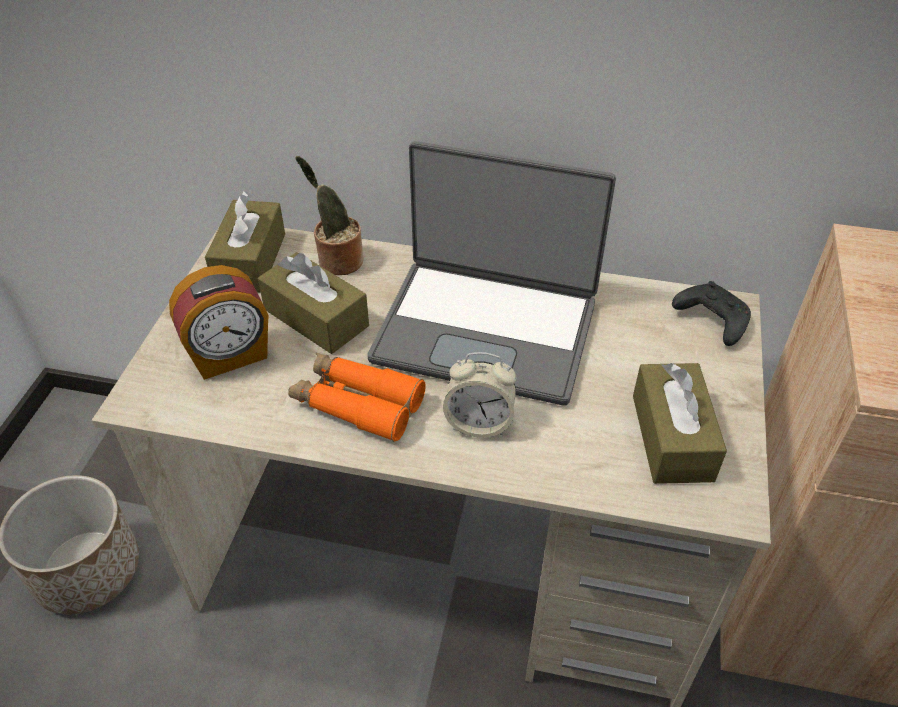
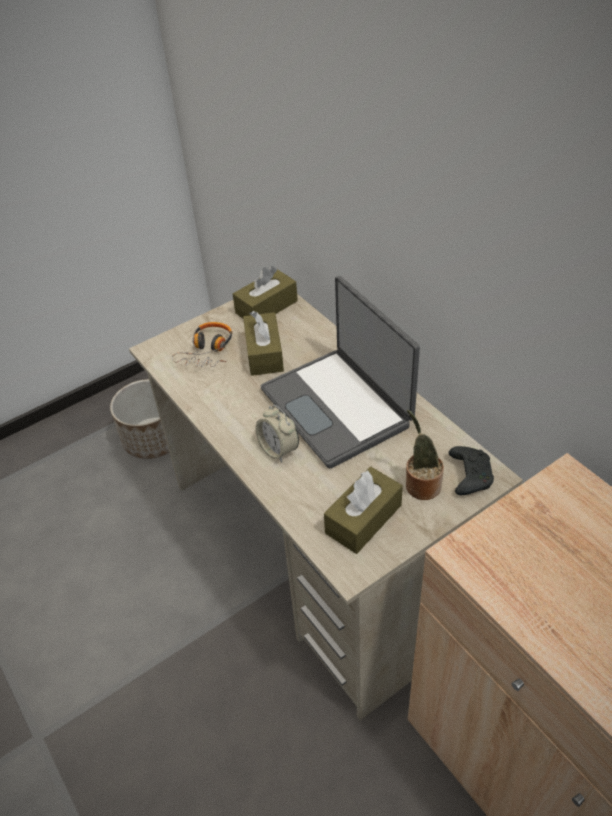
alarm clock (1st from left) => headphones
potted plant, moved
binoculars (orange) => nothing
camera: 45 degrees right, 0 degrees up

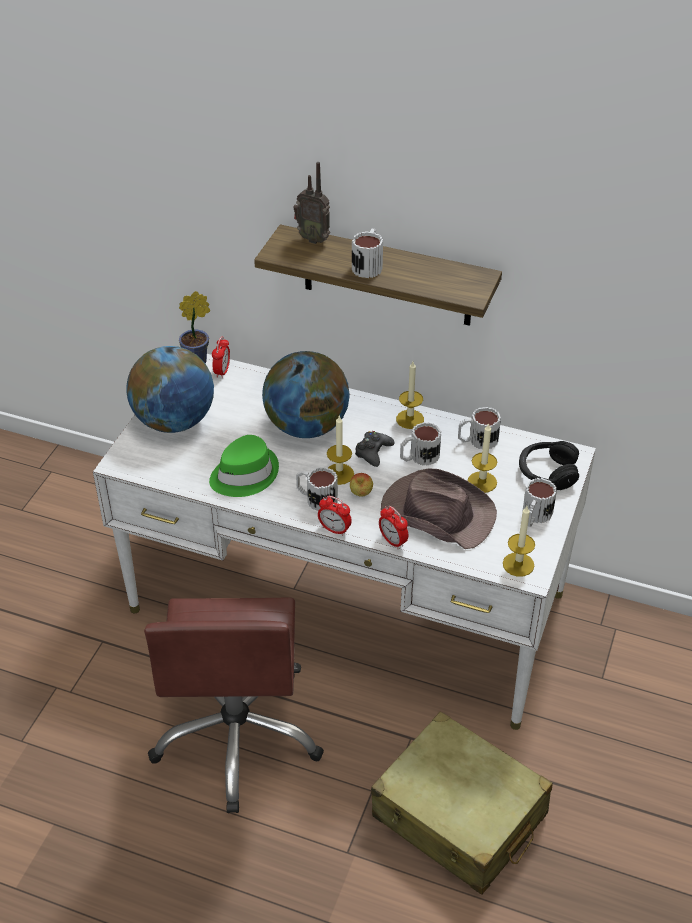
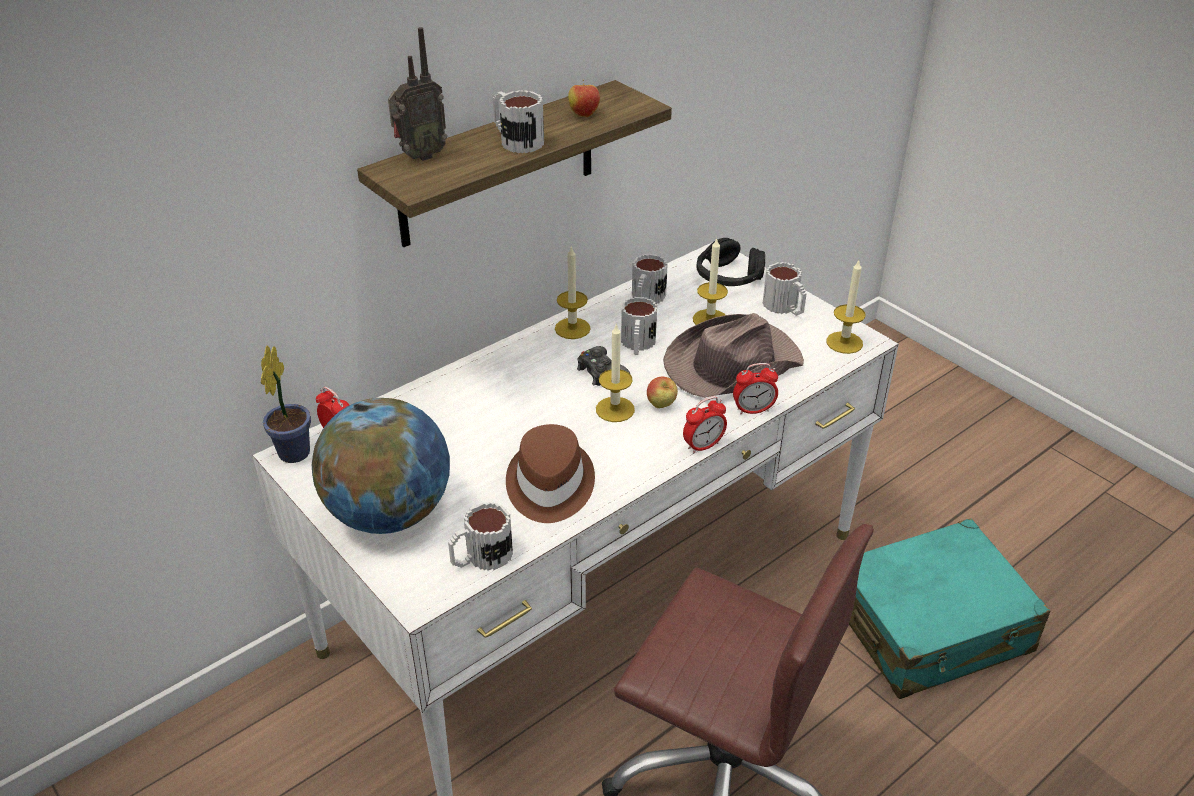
mug (1st from left), moved
hat (green) => hat (brown) (1st from left)
nothing => apple (1st from left)
suitcase (beige) => suitcase (turquoise)
globe (2nd from left) => nothing
camera: 60 degrees left, 5 degrees down

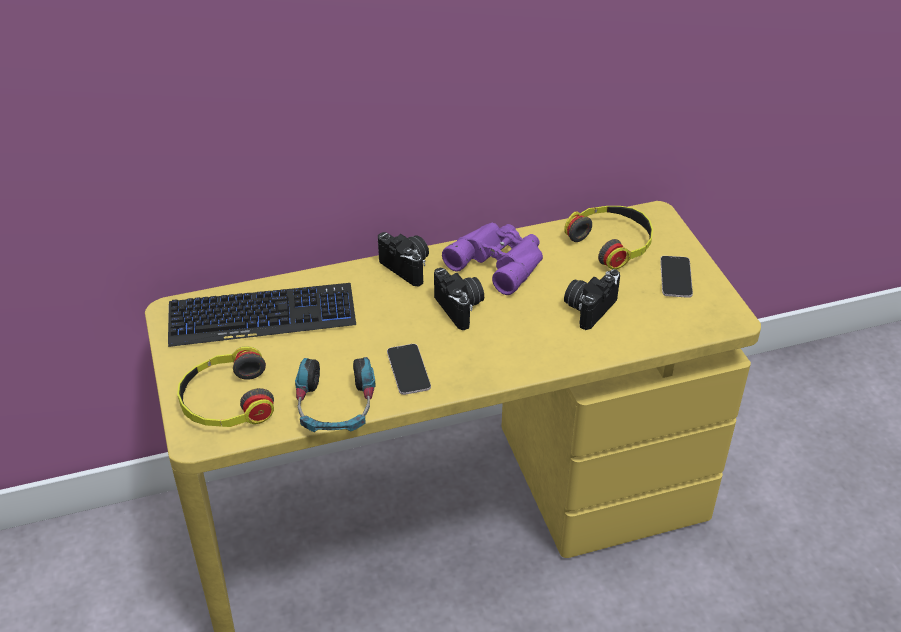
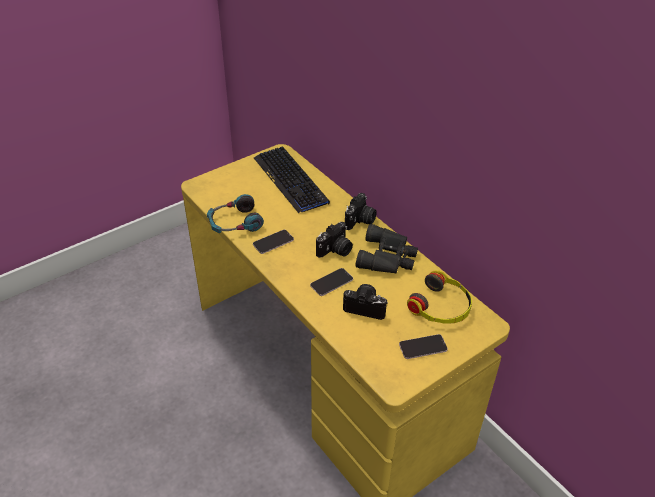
nothing => phone (2nd from left)
binoculars (purple) => binoculars (black)
headphones (1st from left) => nothing
camera: 70 degrees right, 0 degrees up

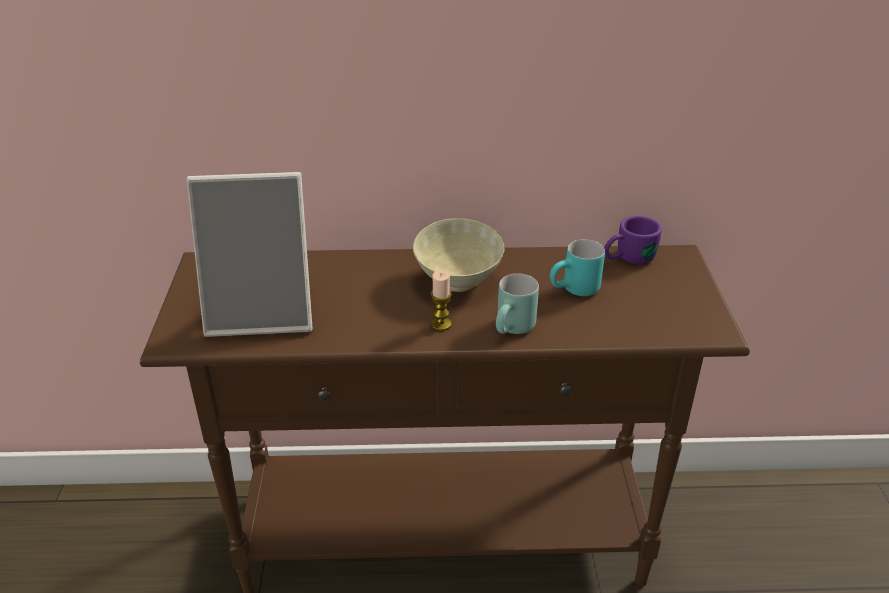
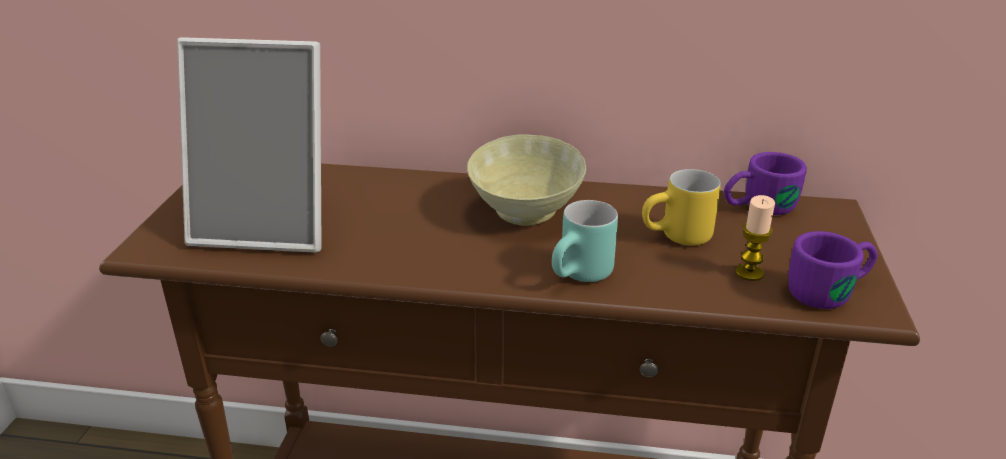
mug (turquoise) (2nd from left) => mug (yellow)
candle, moved
nothing => mug (purple) (2nd from left)
camera: 10 degrees right, 5 degrees down

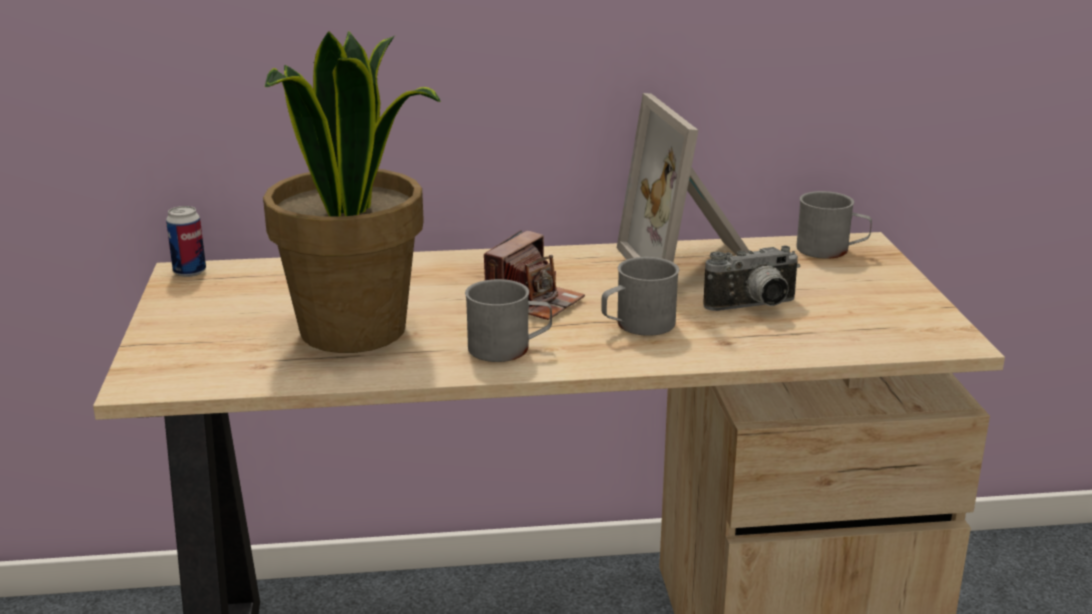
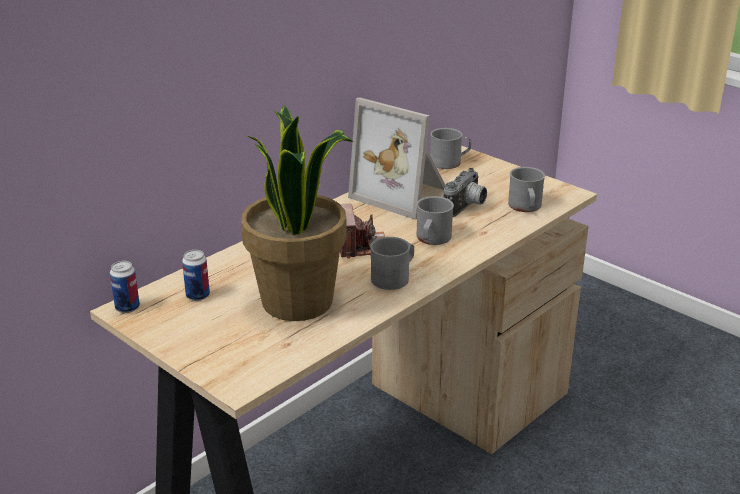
nothing => can (2nd from left)
nothing => mug (grey) (4th from left)
camera: 40 degrees left, 5 degrees up

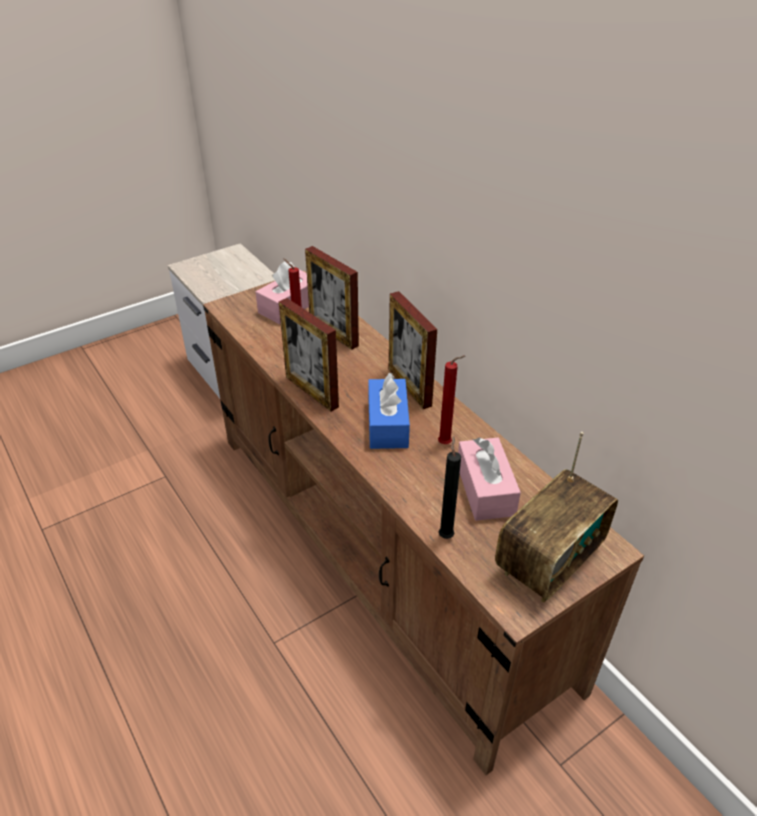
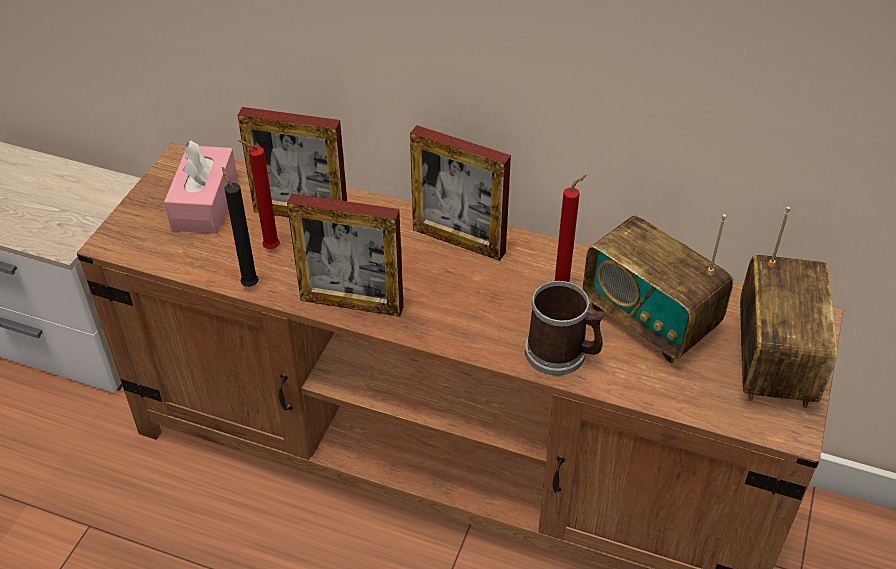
candle (black), moved
nothing => mug
tissue box (pink) (2nd from left) => radio (1st from left)
tissue box (blue) => nothing
camera: 35 degrees left, 5 degrees up

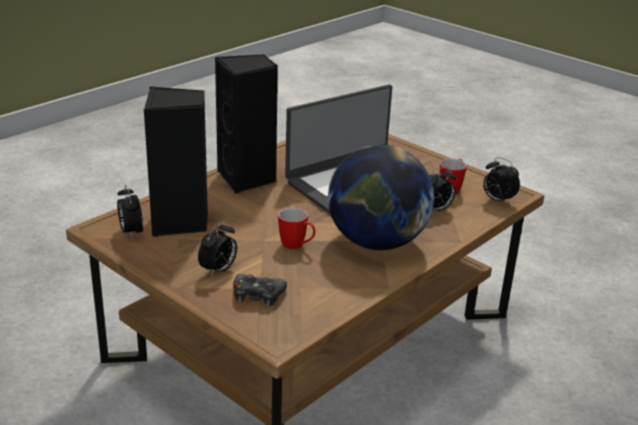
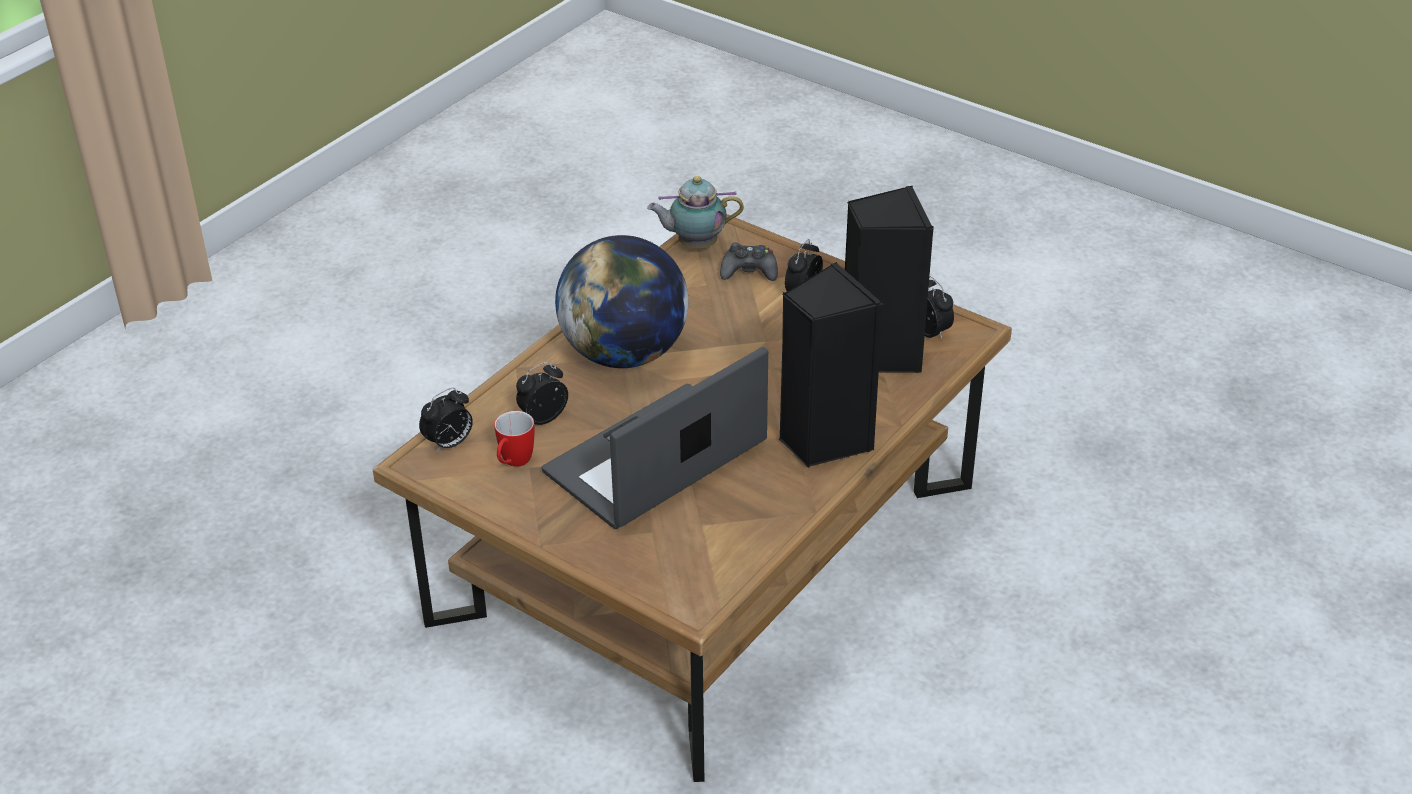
alarm clock (4th from left in the first image) => alarm clock (1st from left), 105 degrees clockwise
nothing => teapot
mug (1st from left) => nothing
camera: 175 degrees right, 10 degrees up

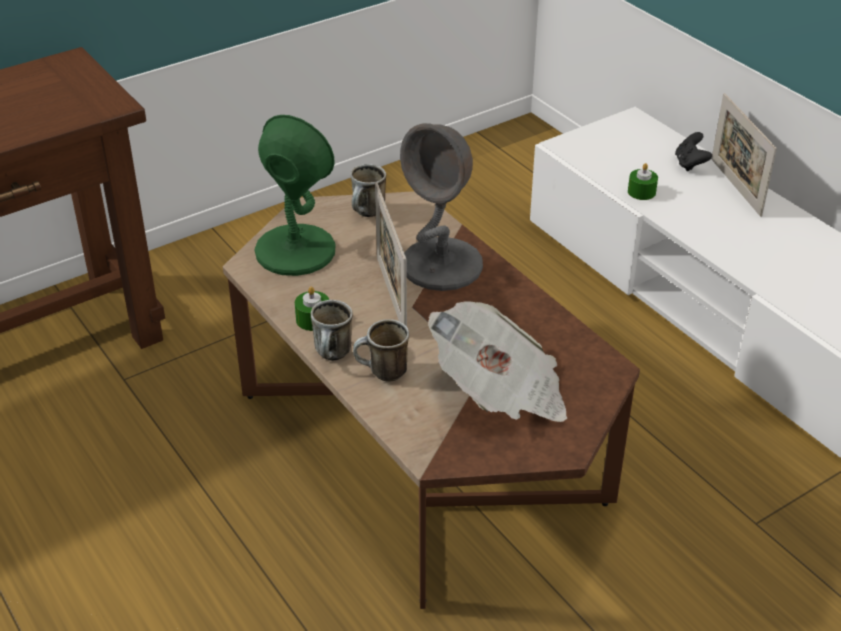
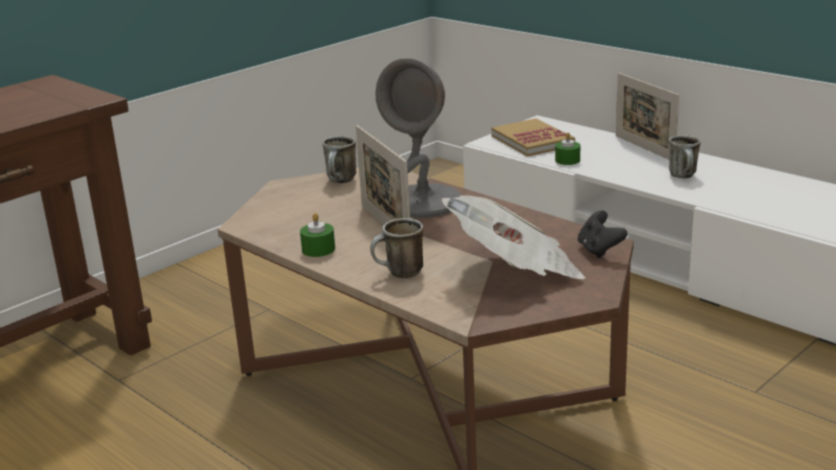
nothing => book
game controller (black), moved
mug (1st from left in the first image) => mug (3rd from left), moved
table lamp (green) => nothing
camera: 10 degrees left, 15 degrees down

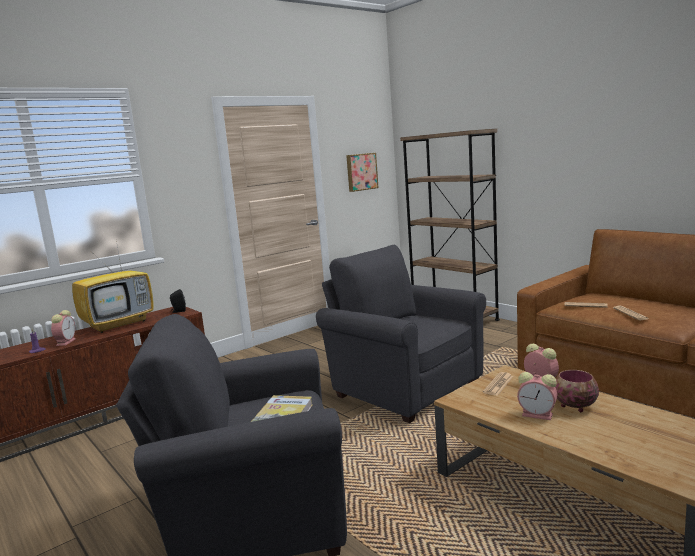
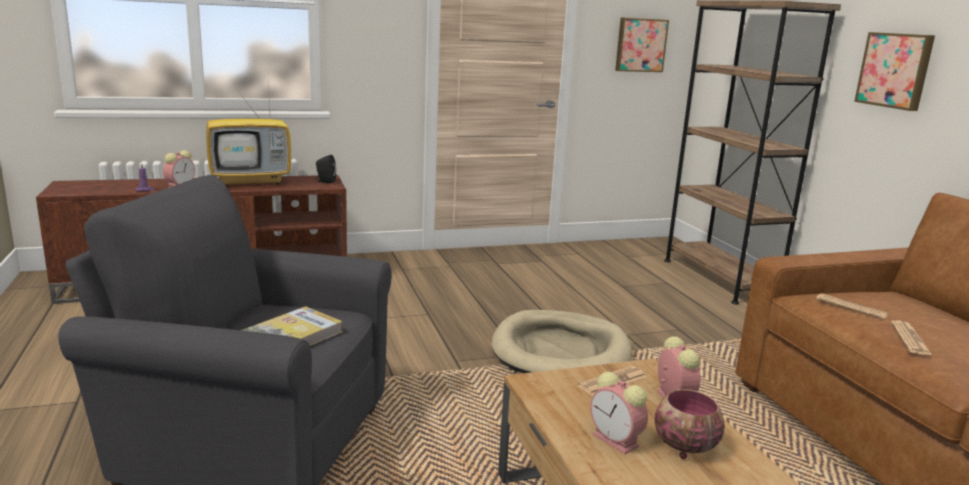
armchair (grey) (2nd from left) => dog bed (beige)
nothing => picture (2nd from left)
camera: 20 degrees right, 5 degrees up

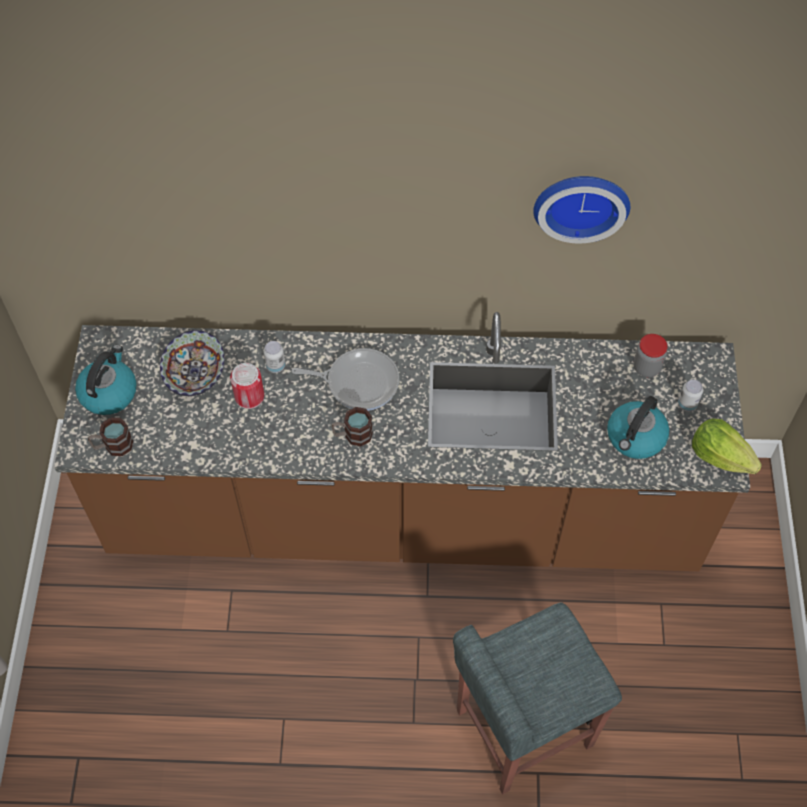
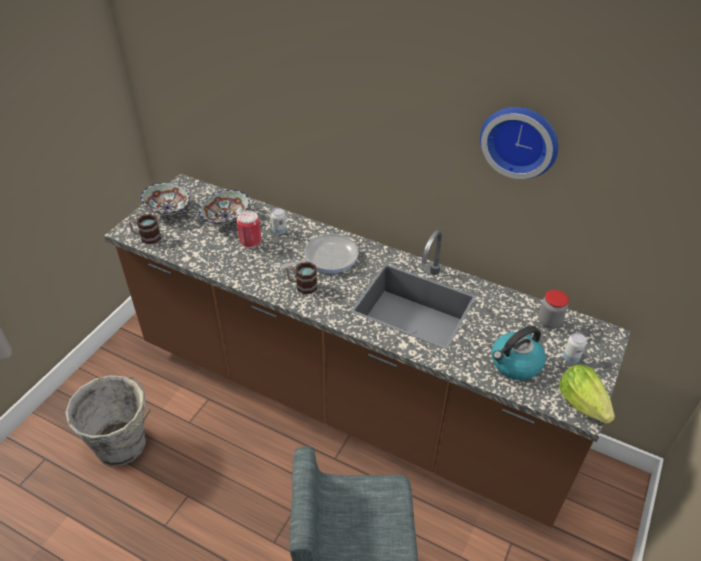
nothing => bucket (grey)
kettle (1st from left) => bowl (1st from left)
frying pan, 60 degrees counterclockwise
camera: 25 degrees right, 15 degrees down

